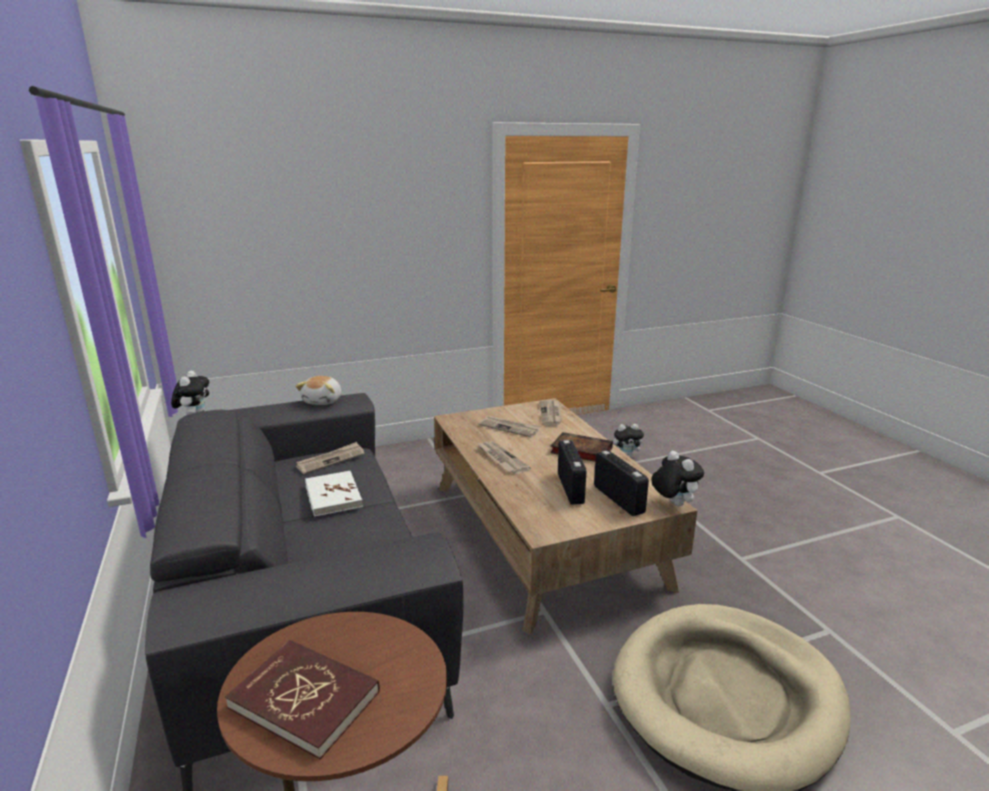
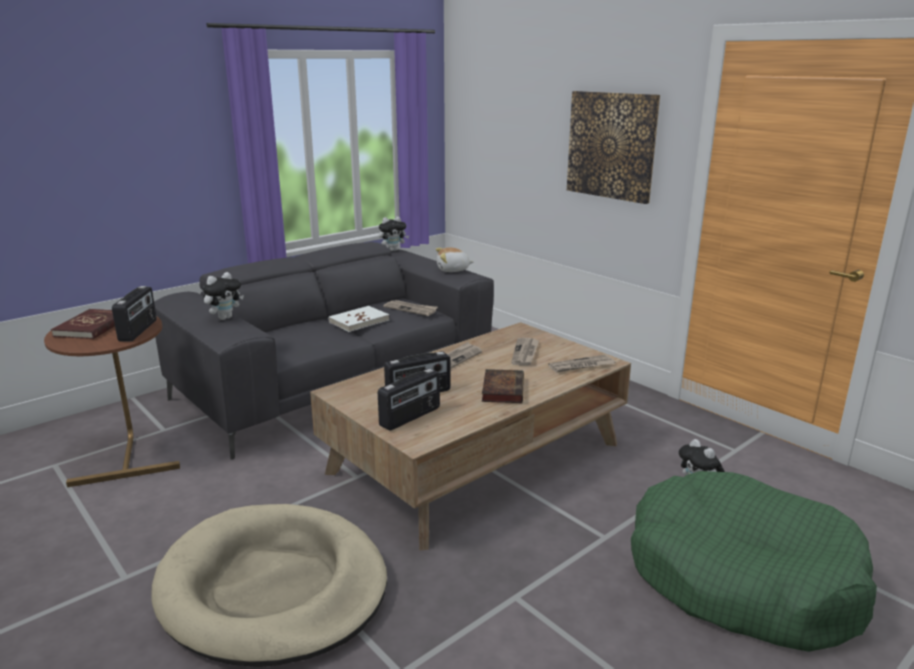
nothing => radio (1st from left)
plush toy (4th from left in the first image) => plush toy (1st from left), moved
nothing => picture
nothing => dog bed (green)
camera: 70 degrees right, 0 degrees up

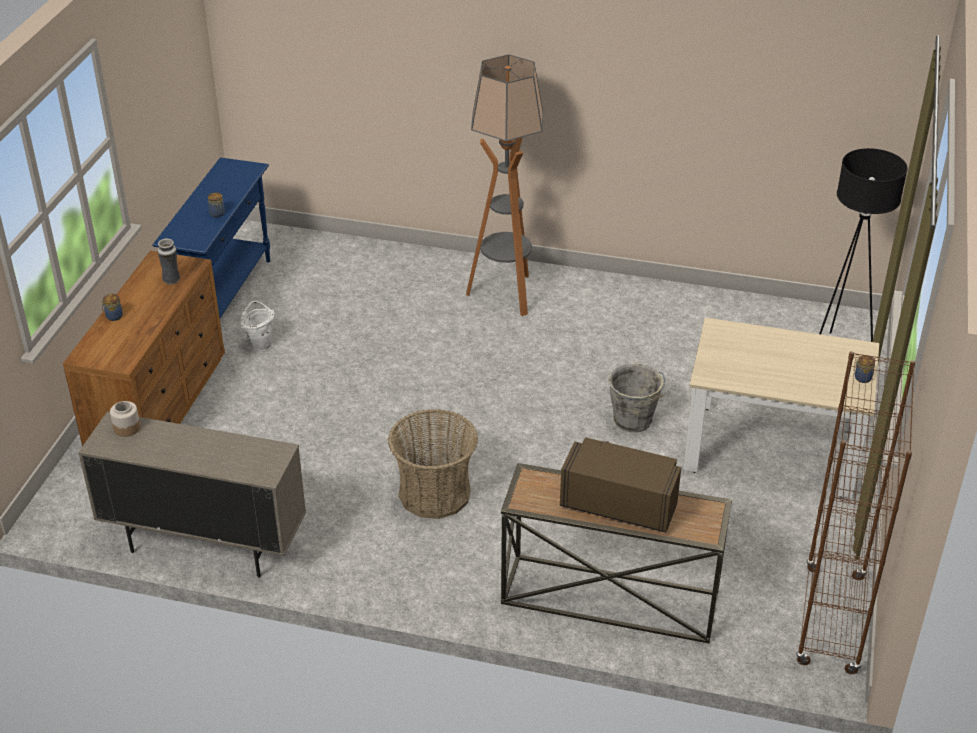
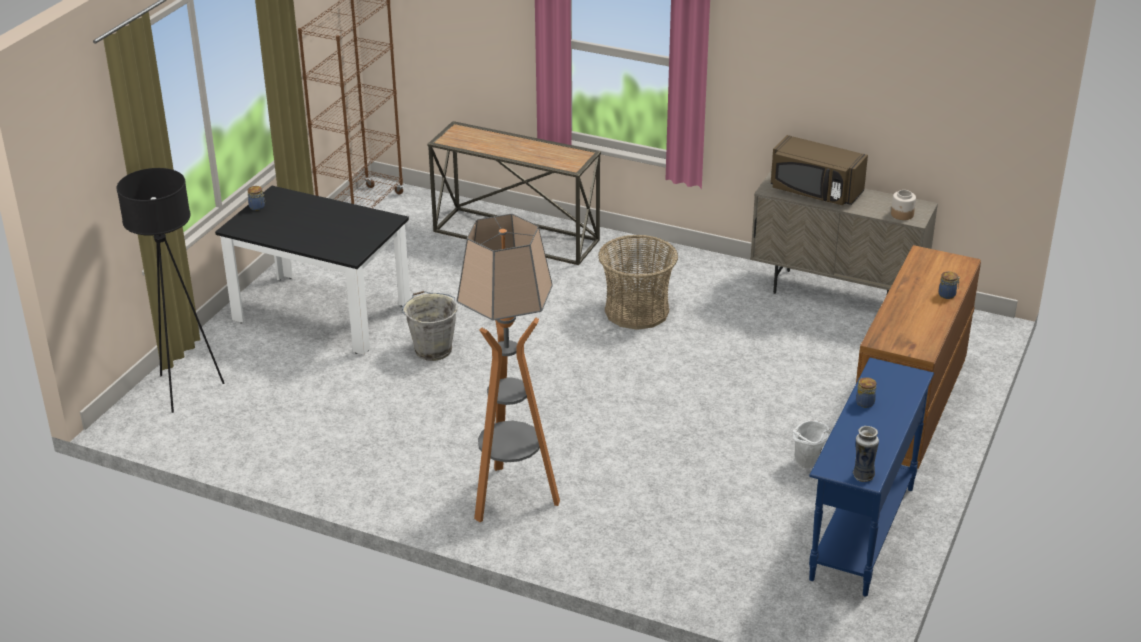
dining table (beige) => dining table (black)
microwave (brown), moved
vase, moved
camera: 170 degrees left, 5 degrees down

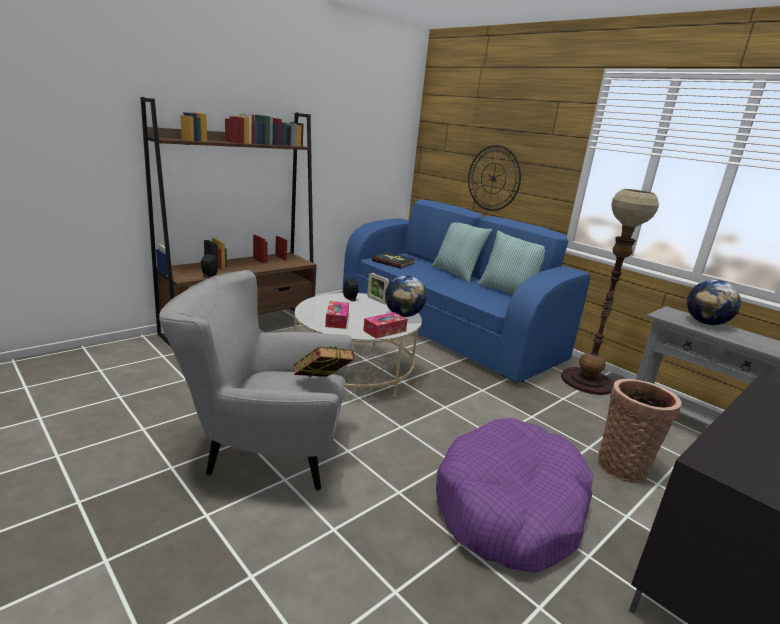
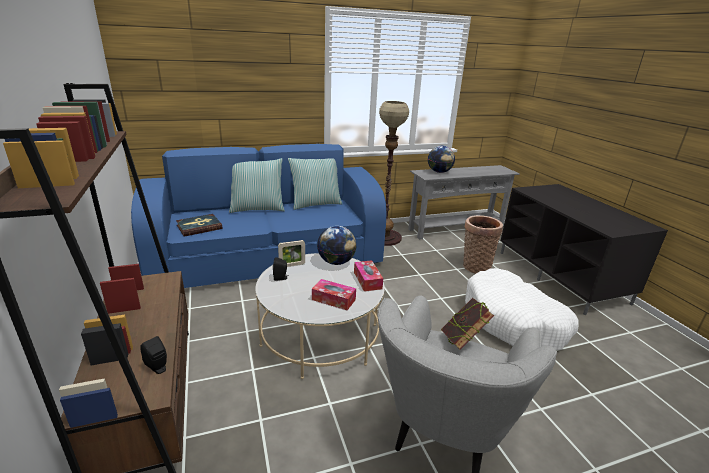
dog bed (purple) => dog bed (white)
wall clock => nothing
camera: 65 degrees left, 5 degrees up

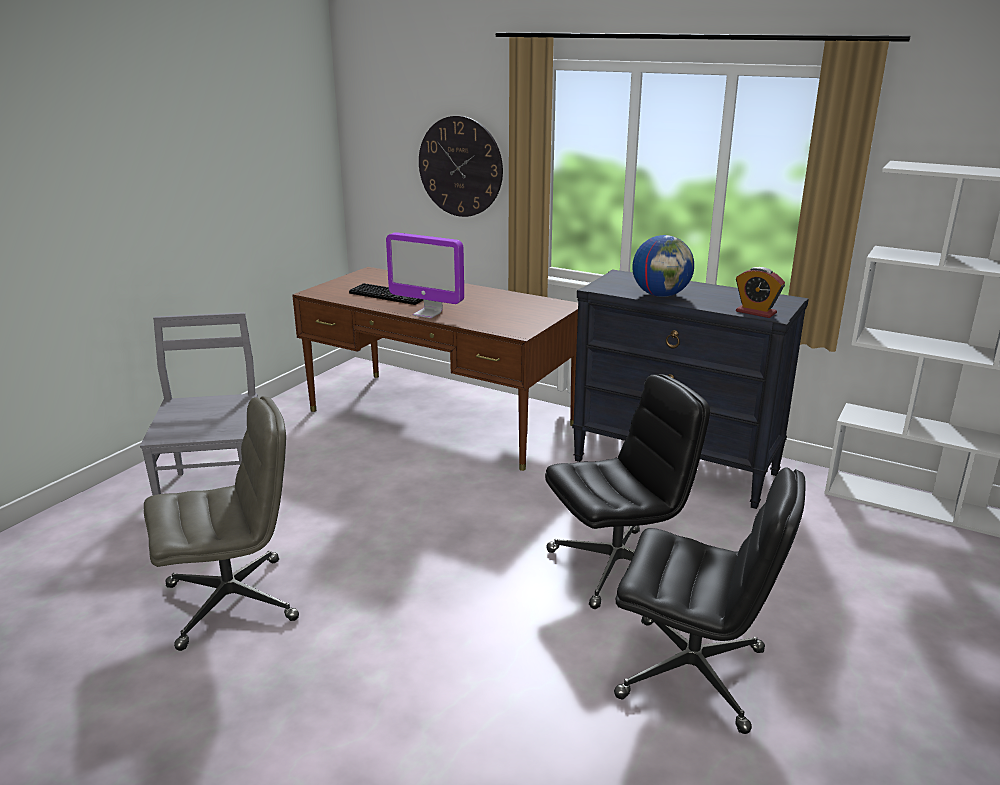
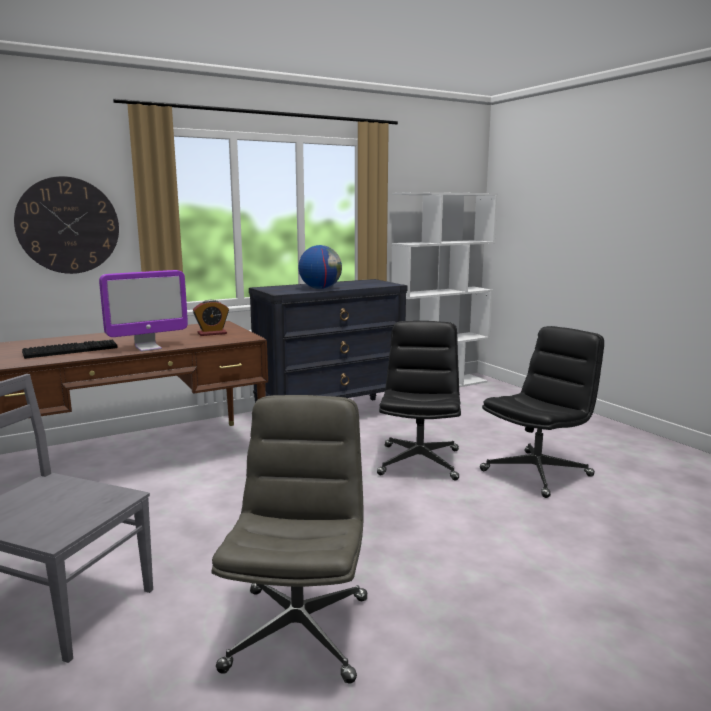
alarm clock, moved
camera: 60 degrees left, 10 degrees down

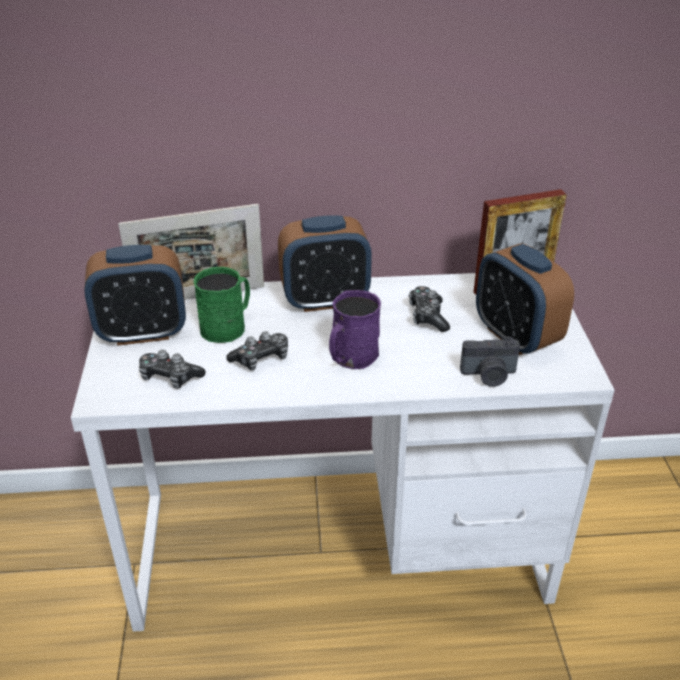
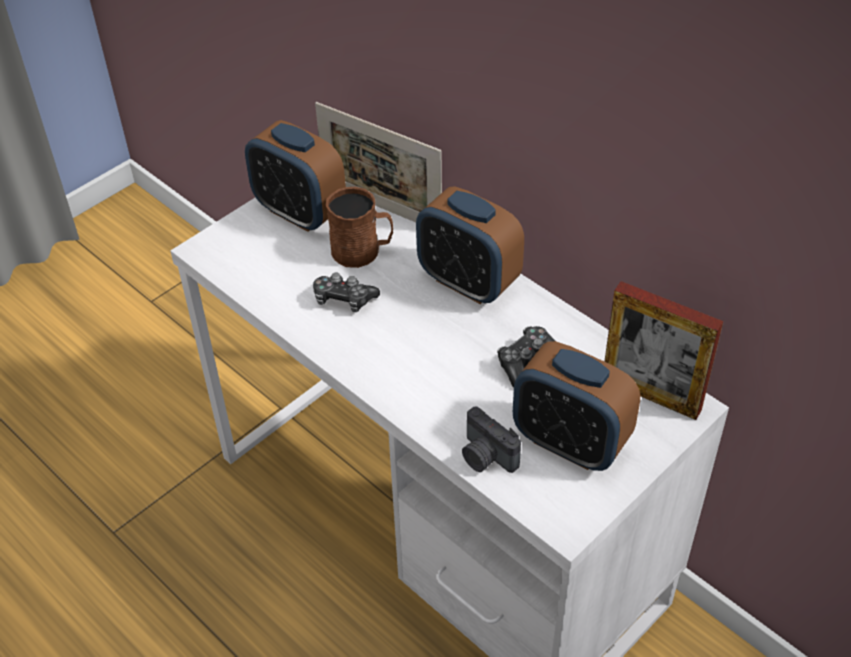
mug (green) => mug (brown)
alarm clock (3rd from left), 75 degrees counterclockwise
game controller (1st from left) => nothing
mug (purple) => nothing
camera: 50 degrees right, 10 degrees up

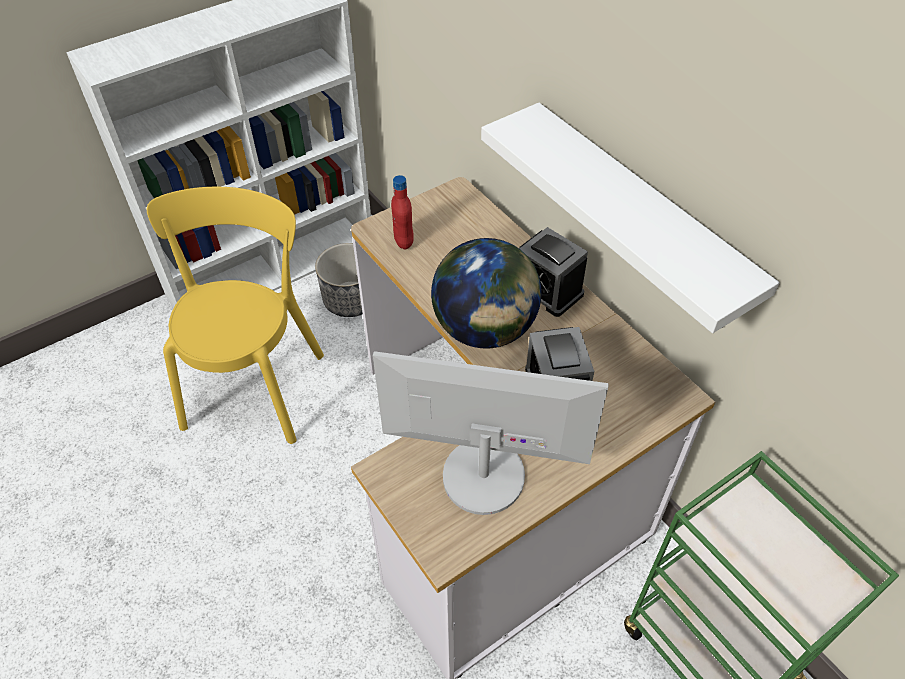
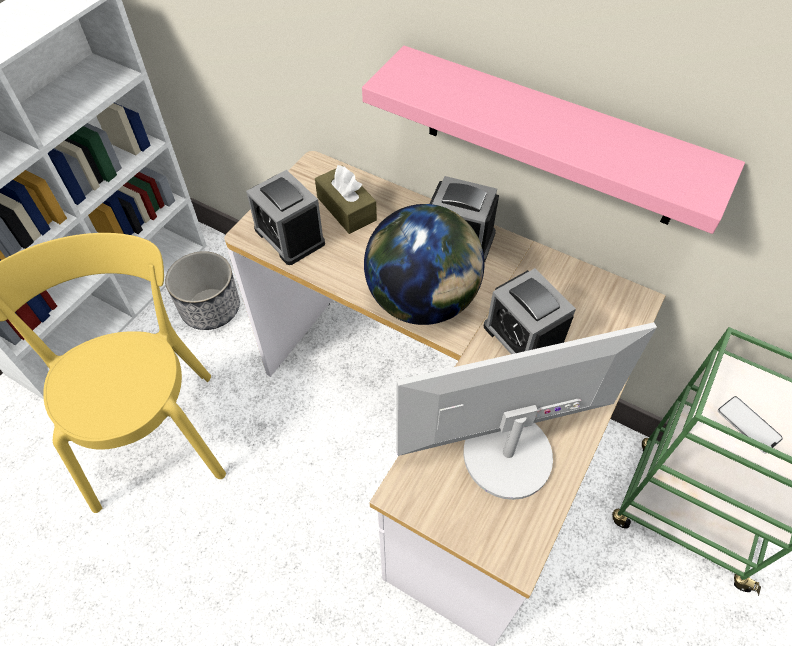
bottle (red) => alarm clock (1st from left)
nothing => tissue box (brown)
shelf (white) => shelf (pink)
nothing => phone
camera: 25 degrees left, 5 degrees up

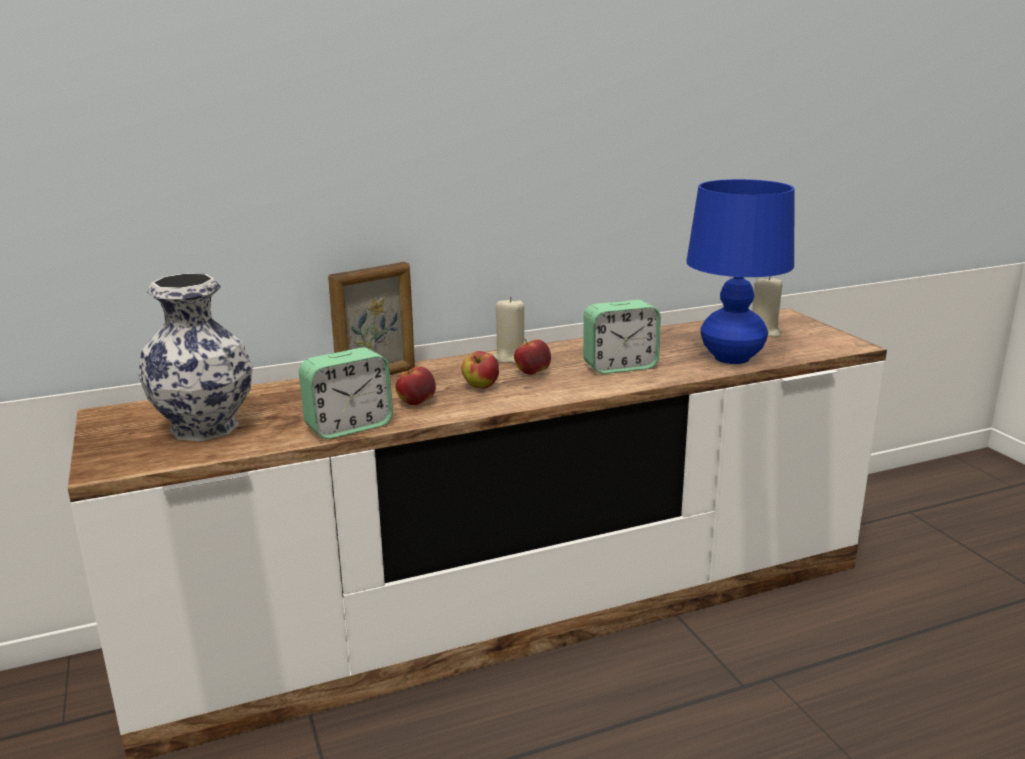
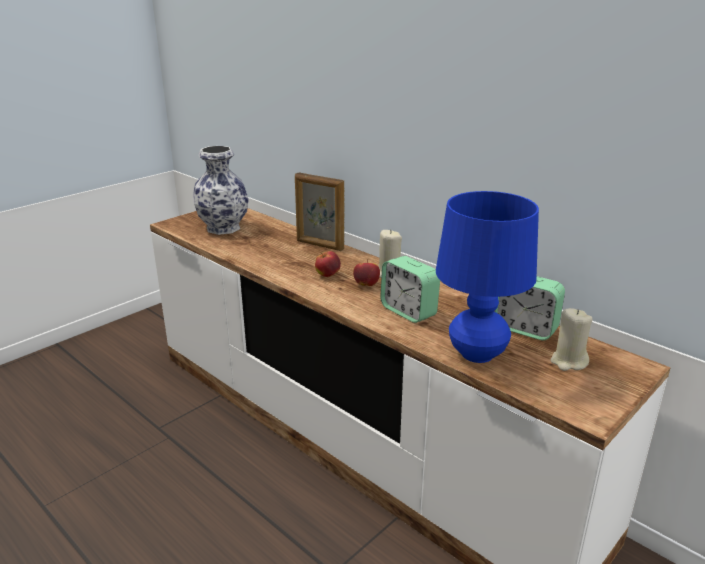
alarm clock (1st from left in the first image) => alarm clock (2nd from left), moved
apple (1st from left) => nothing
camera: 65 degrees right, 5 degrees up

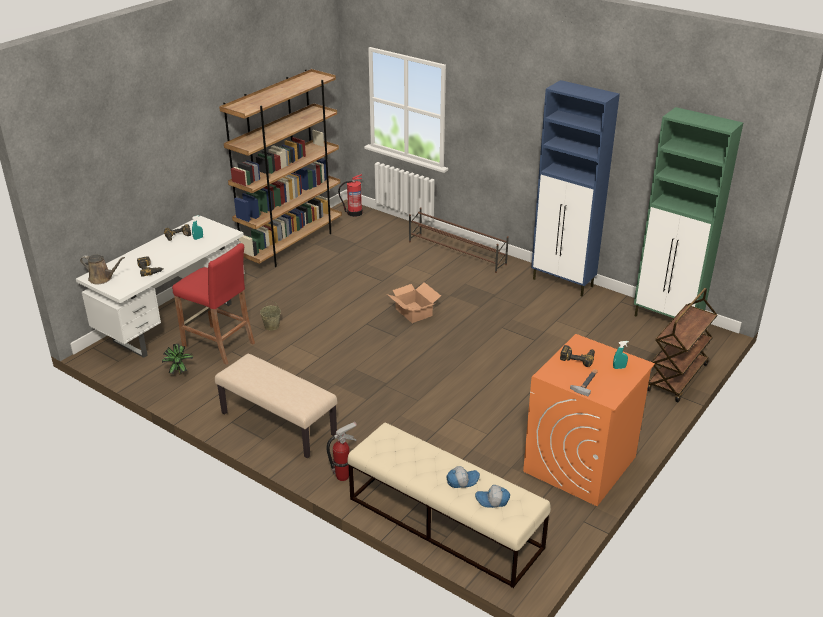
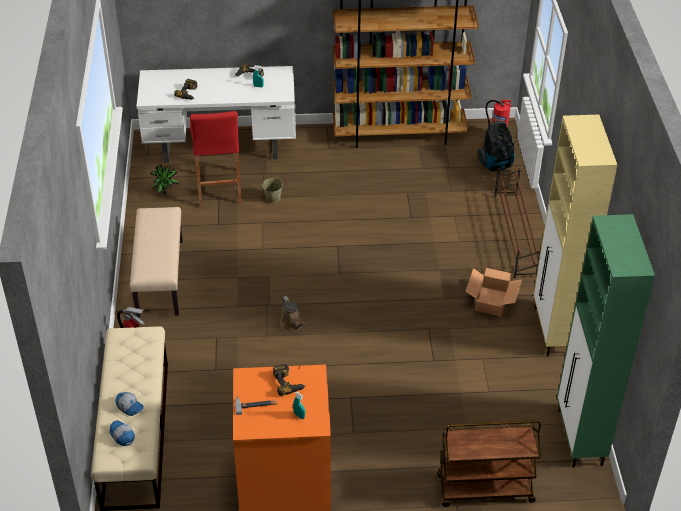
watering can (brown), moved
cardboard box, moved
nothing => vacuum cleaner
cabinet (blue) => cabinet (beige)
camera: 50 degrees right, 10 degrees up

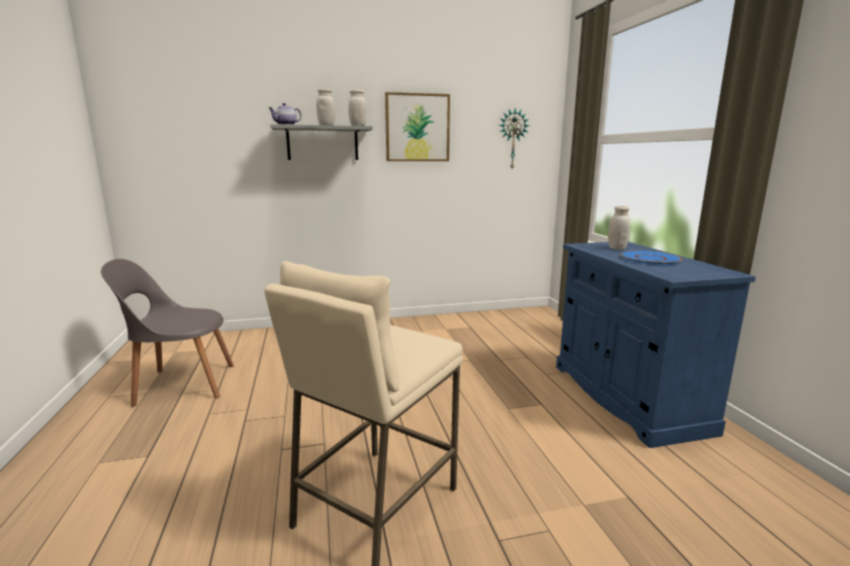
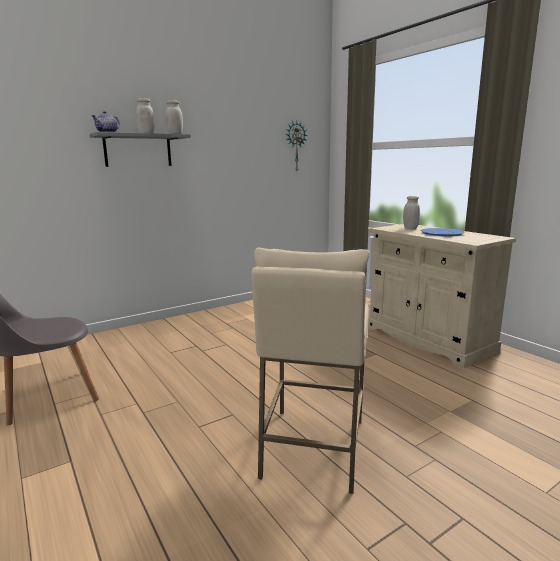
cabinet (blue) => cabinet (beige)
picture => nothing
camera: 20 degrees left, 0 degrees up

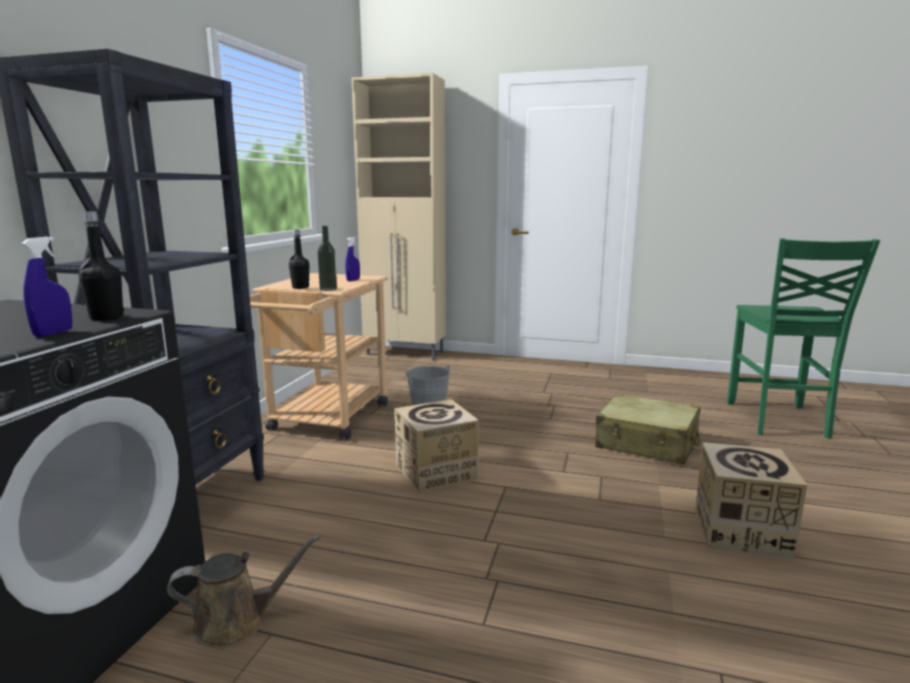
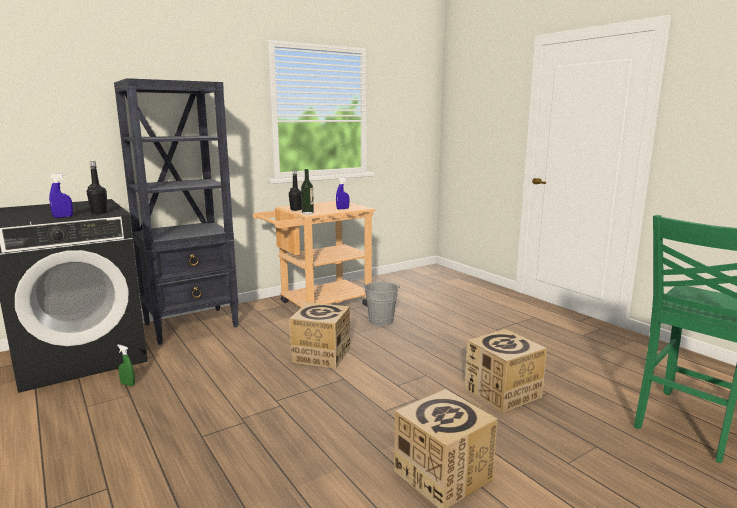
watering can (brown) => spray bottle (green)
suitcase (beige) => cardboard box (3rd from left)
cabinet (beige) => nothing
camera: 40 degrees right, 0 degrees up

